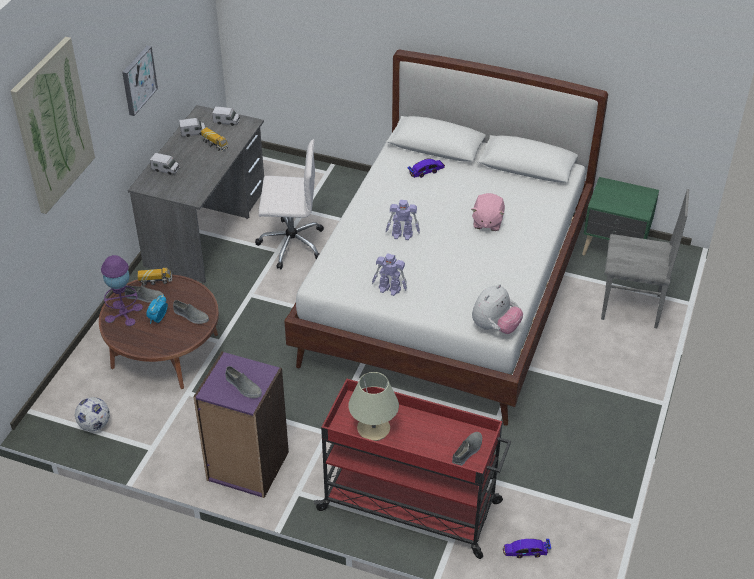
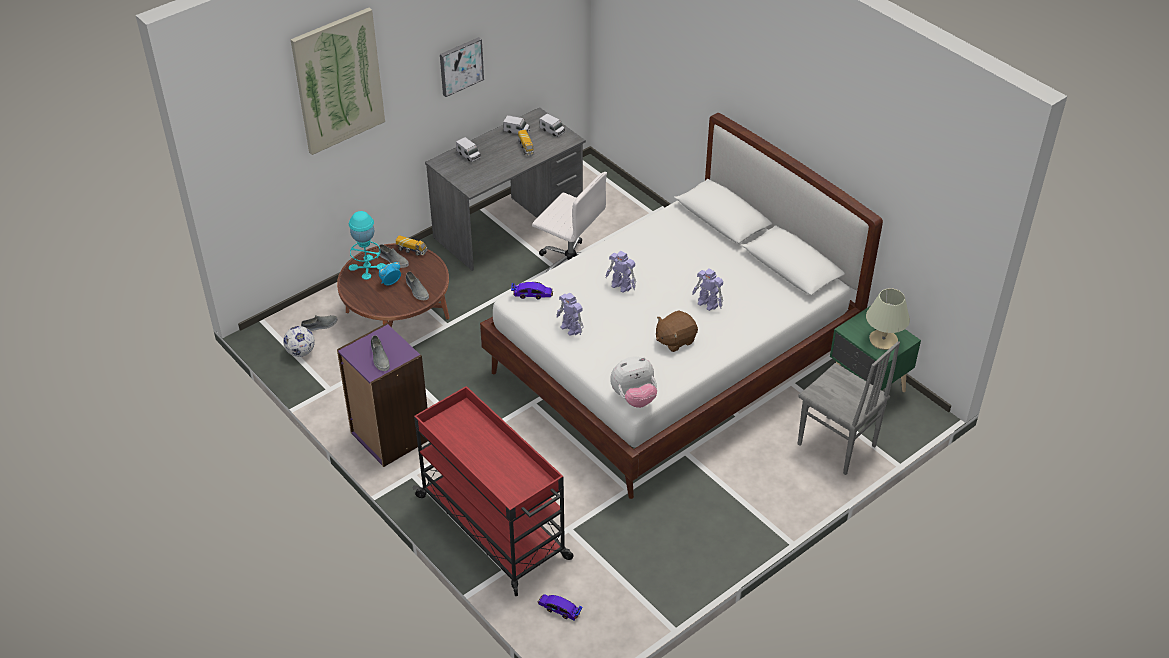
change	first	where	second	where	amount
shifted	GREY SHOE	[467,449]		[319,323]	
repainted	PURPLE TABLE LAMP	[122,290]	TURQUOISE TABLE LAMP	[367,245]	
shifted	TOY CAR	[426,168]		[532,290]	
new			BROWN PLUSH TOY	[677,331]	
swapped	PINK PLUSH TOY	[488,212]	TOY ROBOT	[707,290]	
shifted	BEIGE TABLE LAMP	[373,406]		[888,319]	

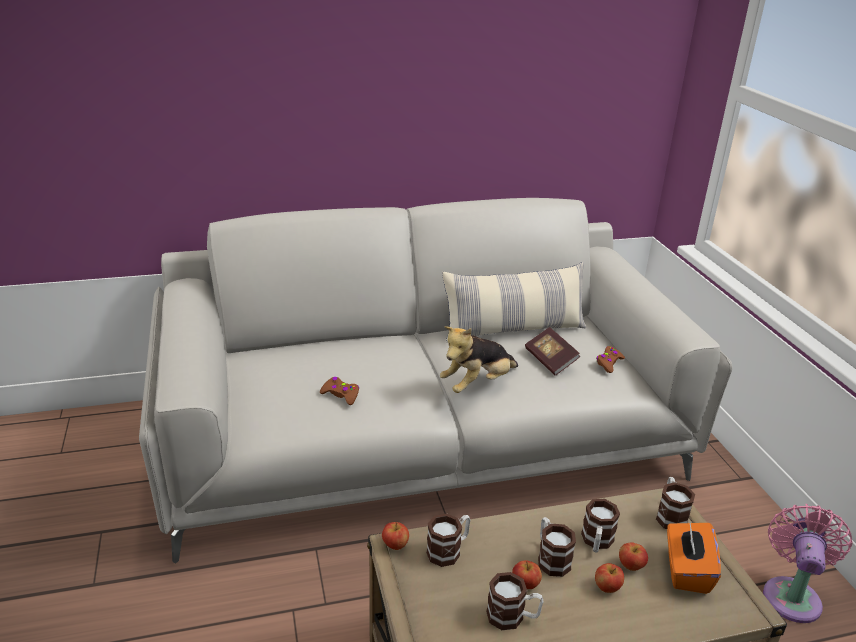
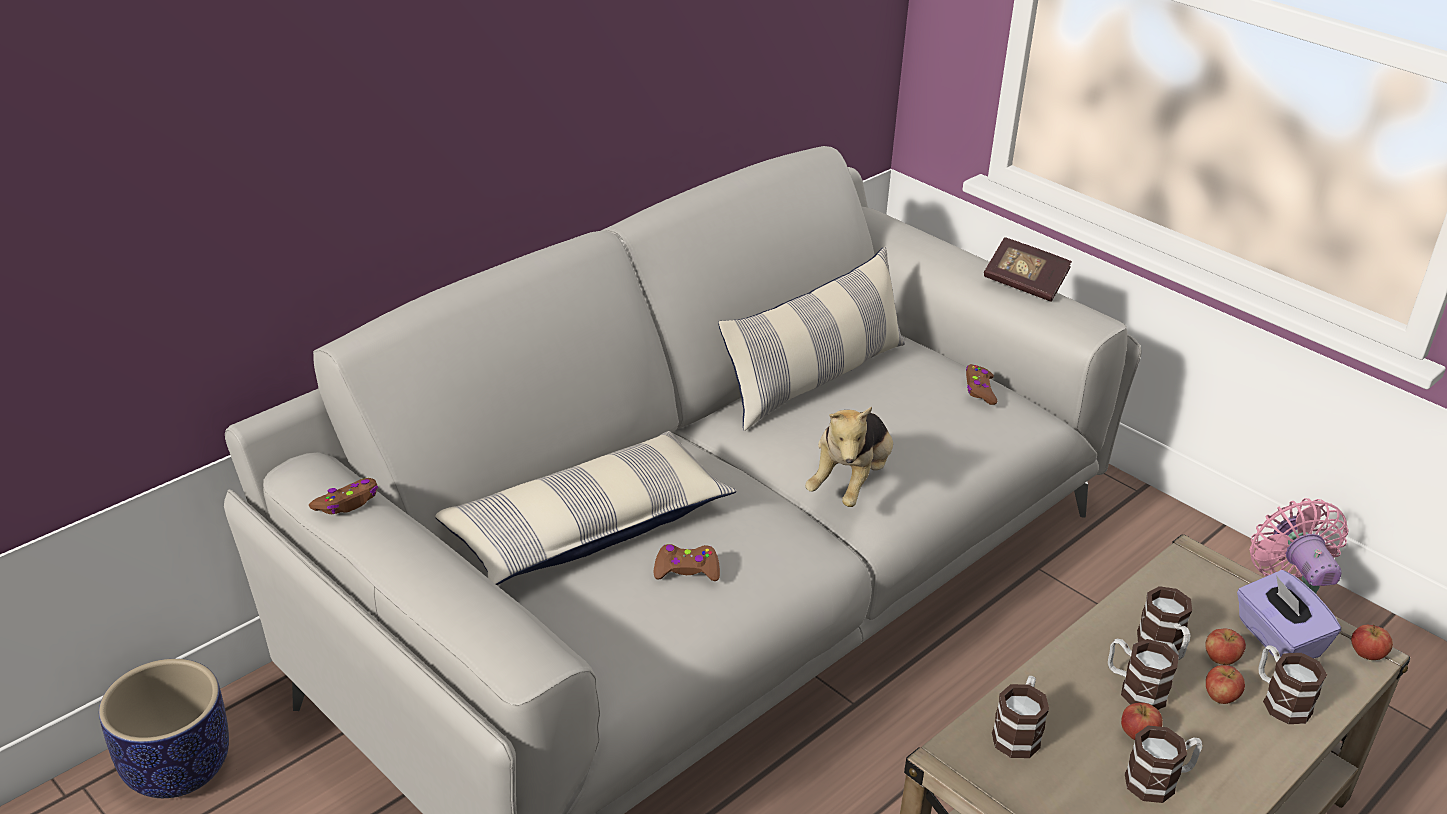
change	first	where	second	where	amount
new			PLANTER	[164,728]	
new			BROWN GAME CONTROLLER	[343,496]	
new			PILLOW	[586,508]	
shifted	BOOK	[552,351]		[1028,269]	
repainted	ORANGE TISSUE BOX	[694,558]	PURPLE TISSUE BOX	[1289,614]	
shifted	MUG	[675,503]		[1292,684]	
shifted	APPLE	[395,536]		[1372,642]	

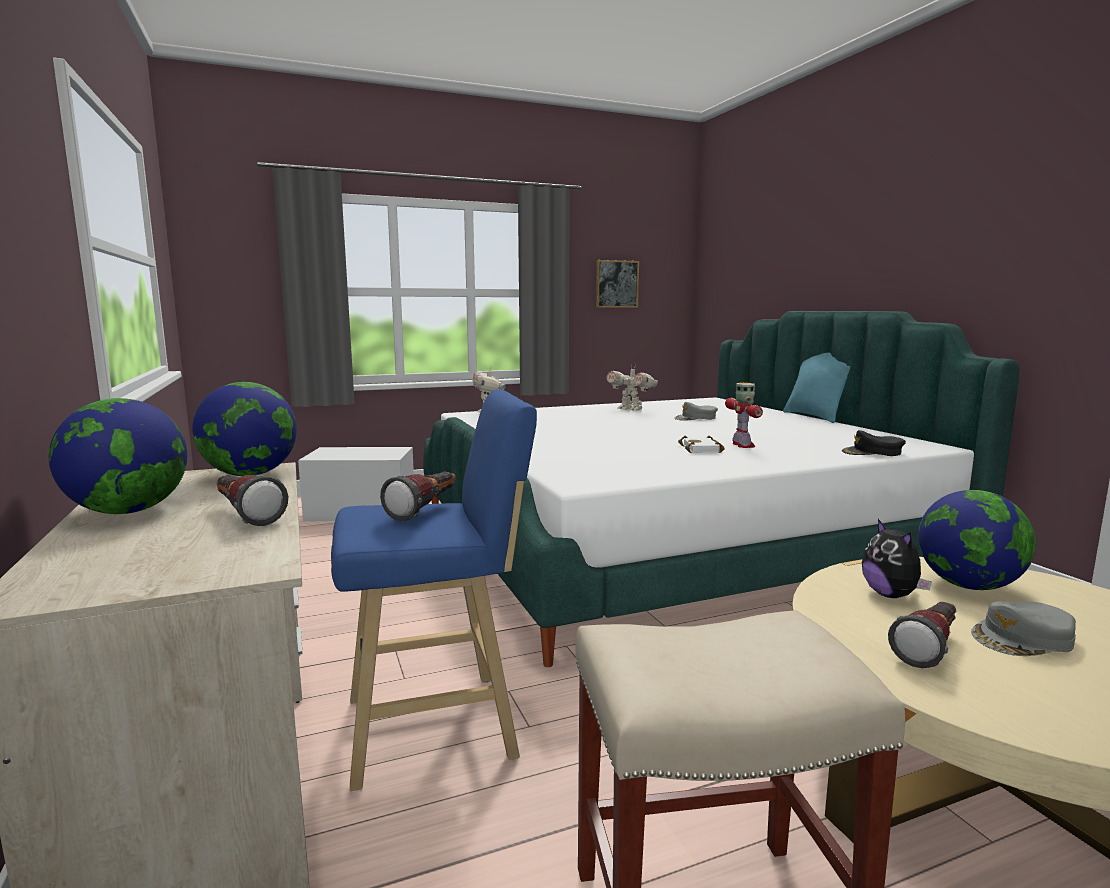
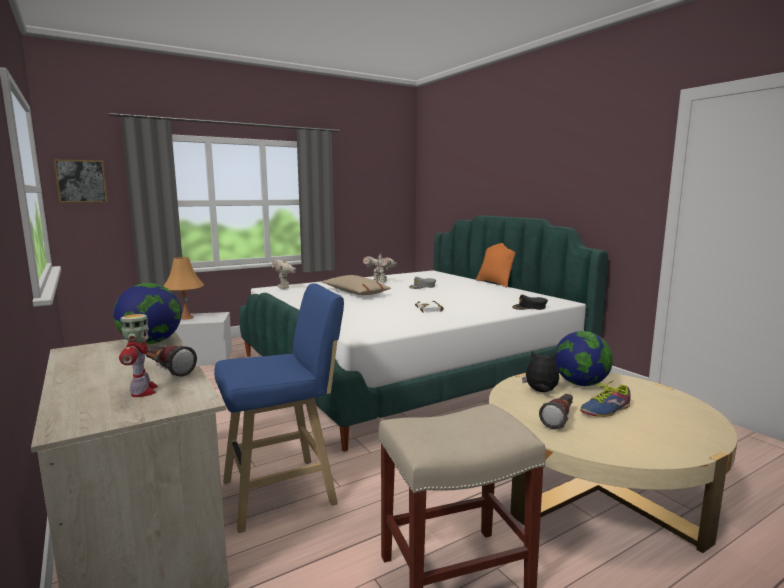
change	first	where	second	where	amount
shifted	PICTURE	[617,284]		[81,181]	
shifted	TOY ROBOT	[744,415]		[138,355]	
new			ORANGE TABLE LAMP	[184,288]	
new			BEIGE PILLOW	[356,285]	
repainted	TURQUOISE PILLOW	[816,388]	ORANGE PILLOW	[495,265]	
rotated	PLUSH TOY	[897,558]		[540,371]	135 degrees clockwise
swapped	GREY CAP	[1023,628]	SHOE	[605,398]	
gone	GLOBE	[118,456]			
gone	FLASHLIGHT	[418,496]			

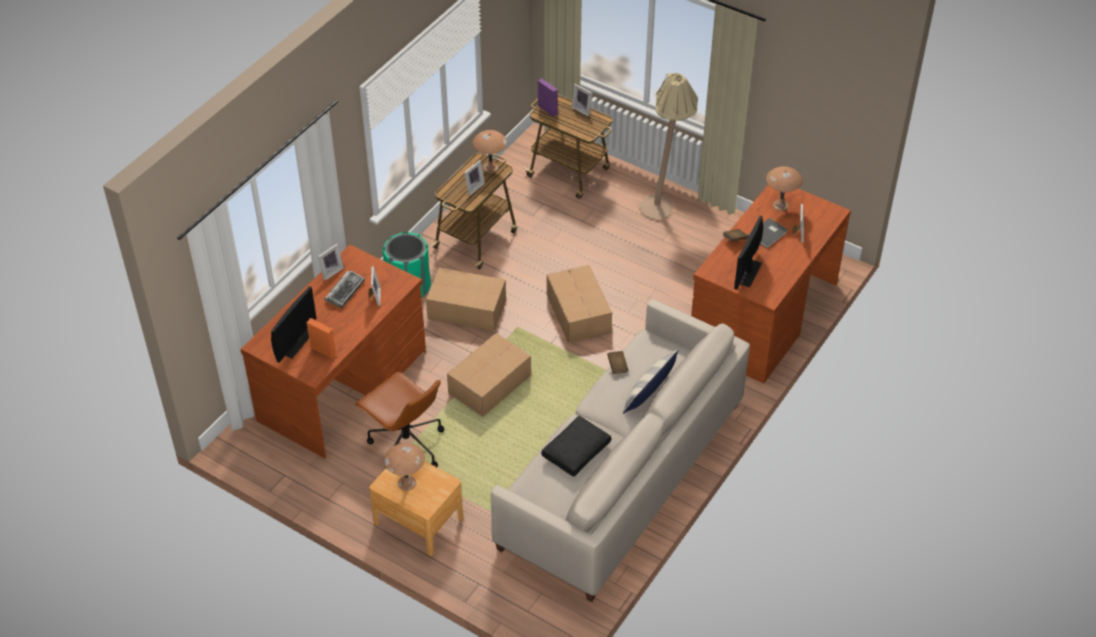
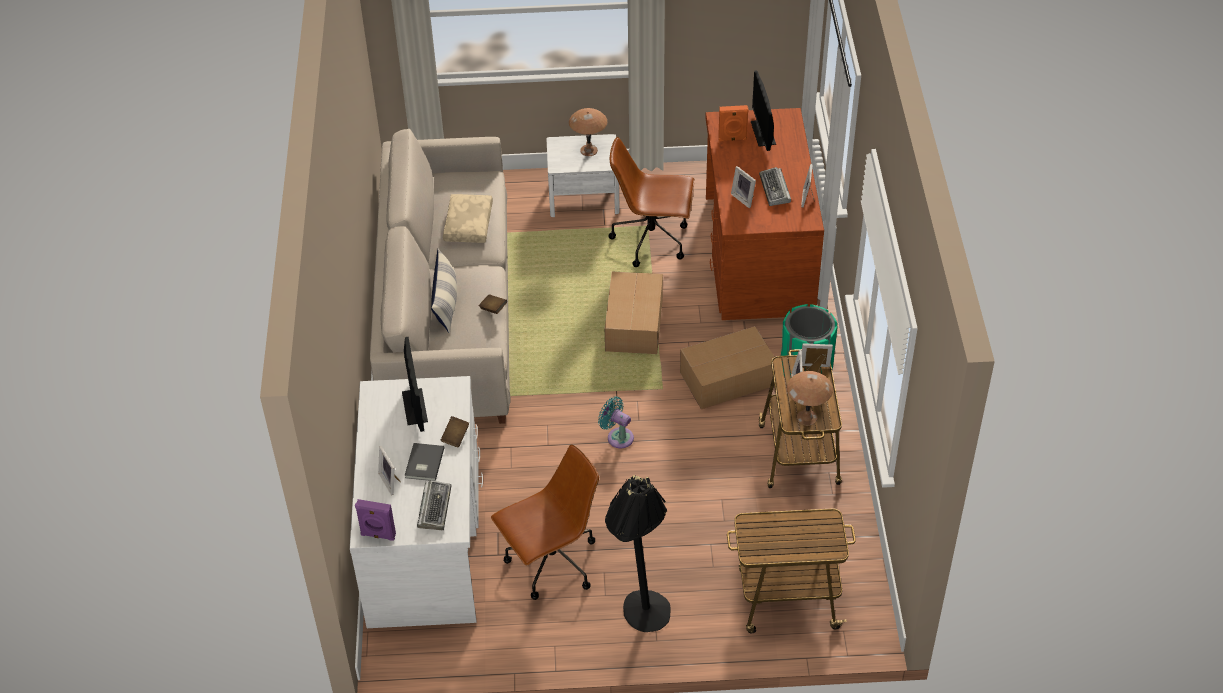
change	first	where	second	where	amount
repainted	BROWN DESK	[771,284]	WHITE DESK	[416,502]	
shifted	PURPLE SPEAKER	[548,97]		[375,520]	
swapped	BROWN TABLE LAMP	[784,188]	KEYBOARD	[434,505]	
repainted	BLACK PILLOW	[576,446]	BEIGE PILLOW	[468,218]	
new			BROWN OFFICE CHAIR	[545,522]	
repainted	BROWN NIGHTSTAND	[416,508]	WHITE NIGHTSTAND	[583,175]	
swapped	CARDBOARD BOX	[579,304]	TURQUOISE FAN	[616,422]	
repainted	BEIGE FLOOR LAMP	[668,146]	BLACK FLOOR LAMP	[638,553]	
shifted	PICTURE FRAME	[582,100]		[817,357]	

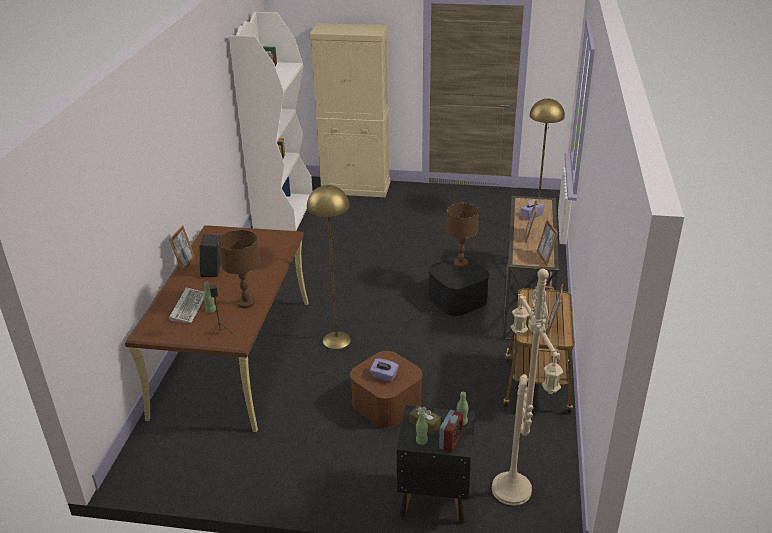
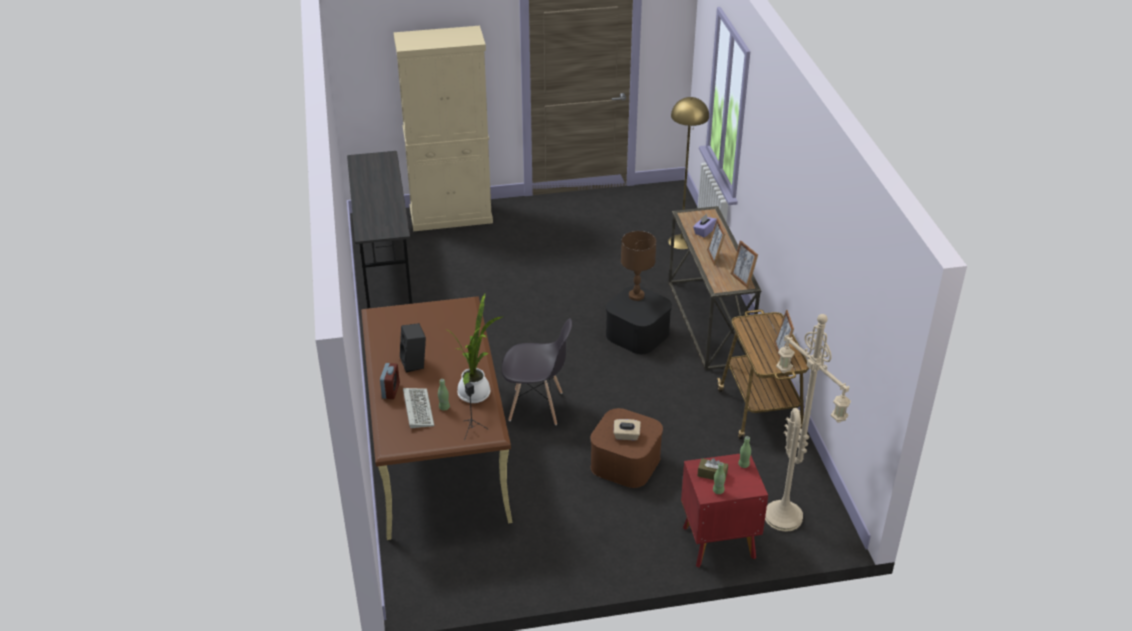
change	first	where	second	where	amount
swapped	WHITE BOOKCASE	[271,121]	GREY DESK	[379,230]	
shifted	ALARM CLOCK	[451,431]		[390,381]	
swapped	BROWN TABLE LAMP	[239,269]	POTTED PLANT	[476,348]	
swapped	YELLOW FLOOR LAMP	[329,267]	GREY CHAIR	[536,371]	
repainted	PURPLE TISSUE BOX	[384,370]	BEIGE TISSUE BOX	[627,429]	
repainted	BLACK NIGHTSTAND	[435,464]	RED NIGHTSTAND	[724,511]	
gone	PICTURE FRAME	[182,248]			

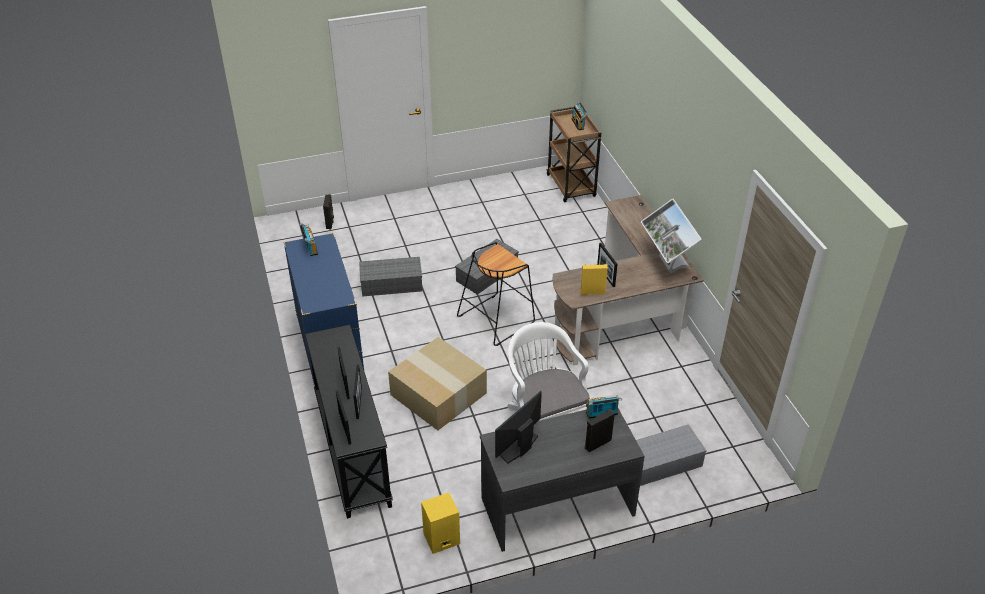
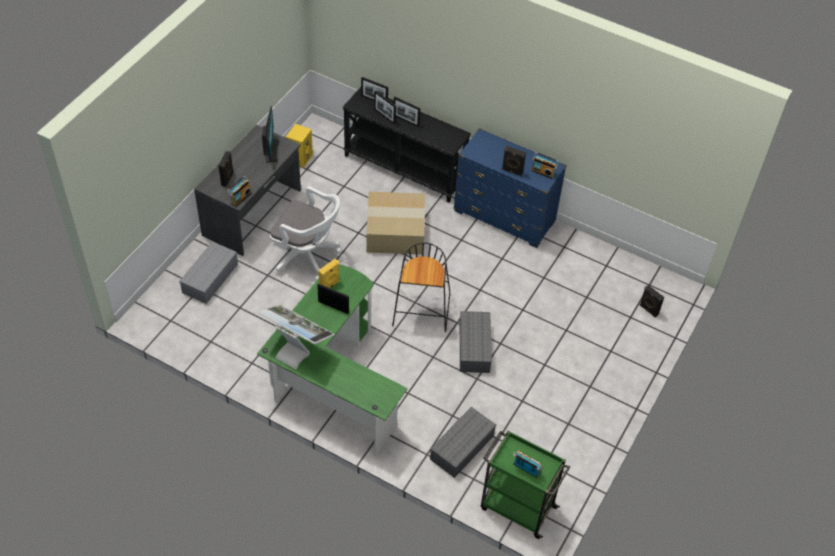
change	first	where	second	where	amount
repainted	BROWN DESK	[628,280]	GREEN DESK	[332,360]	
shifted	GREY STORAGE BOX	[391,277]		[463,442]	
repainted	BROWN CART	[573,154]	GREEN CART	[525,484]	
new			BLACK SPEAKER	[514,161]	

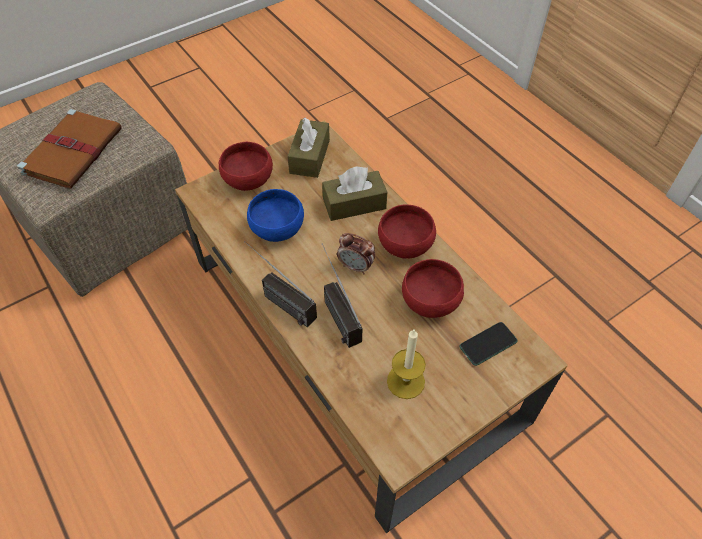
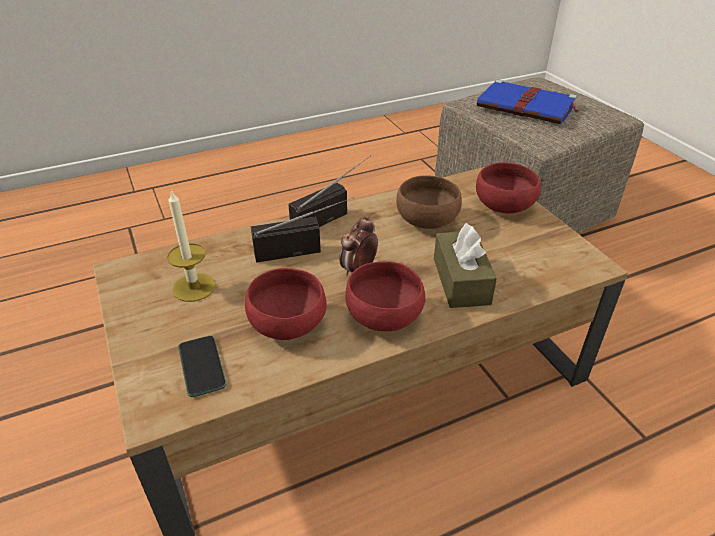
change	first	where	second	where	amount
repainted	BLUE BOWL	[275,215]	BROWN BOWL	[429,202]	
repainted	BROWN BOOK	[69,148]	BLUE BOOK	[528,101]	
gone	BROWN TISSUE BOX	[308,148]			

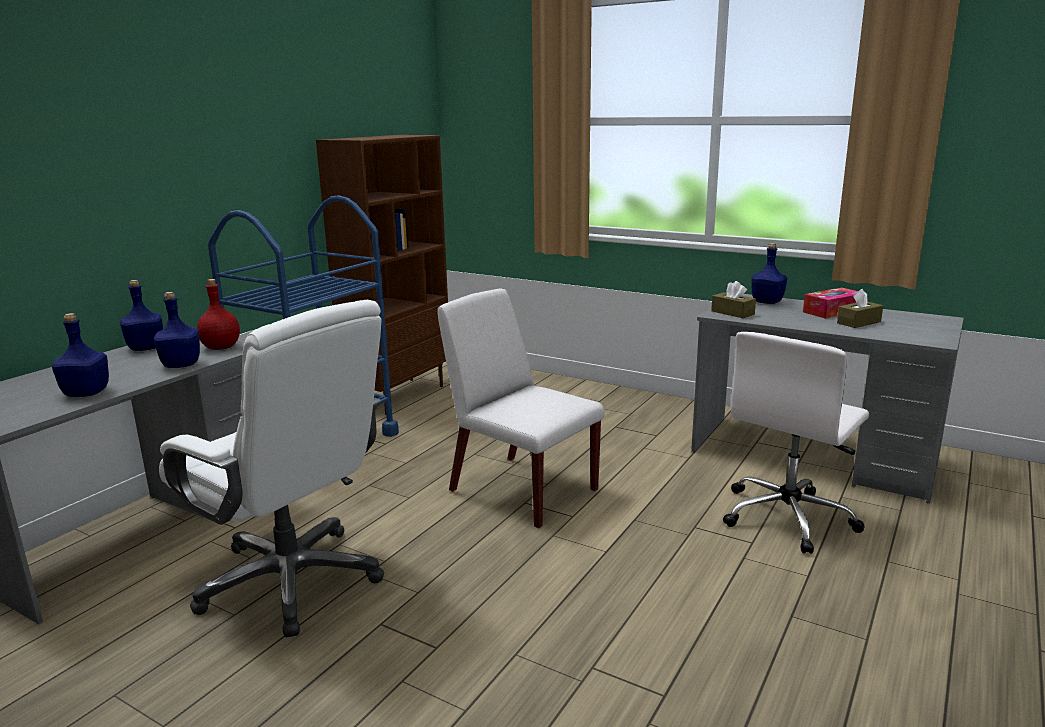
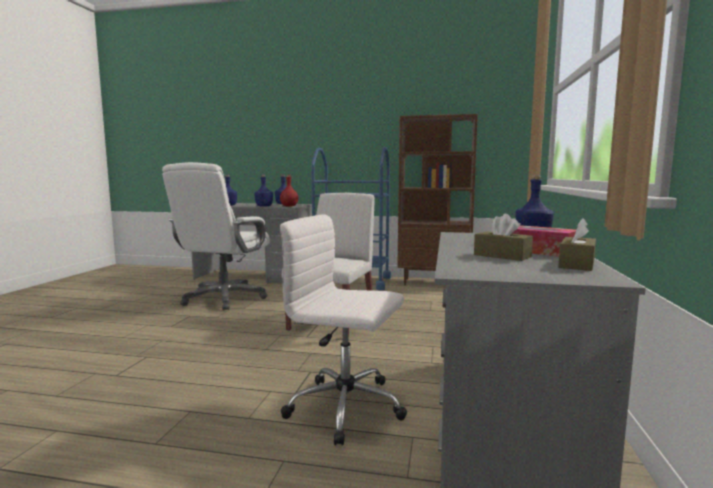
change	first	where	second	where	amount
shifted	BROWN TISSUE BOX	[733,299]		[577,244]	

